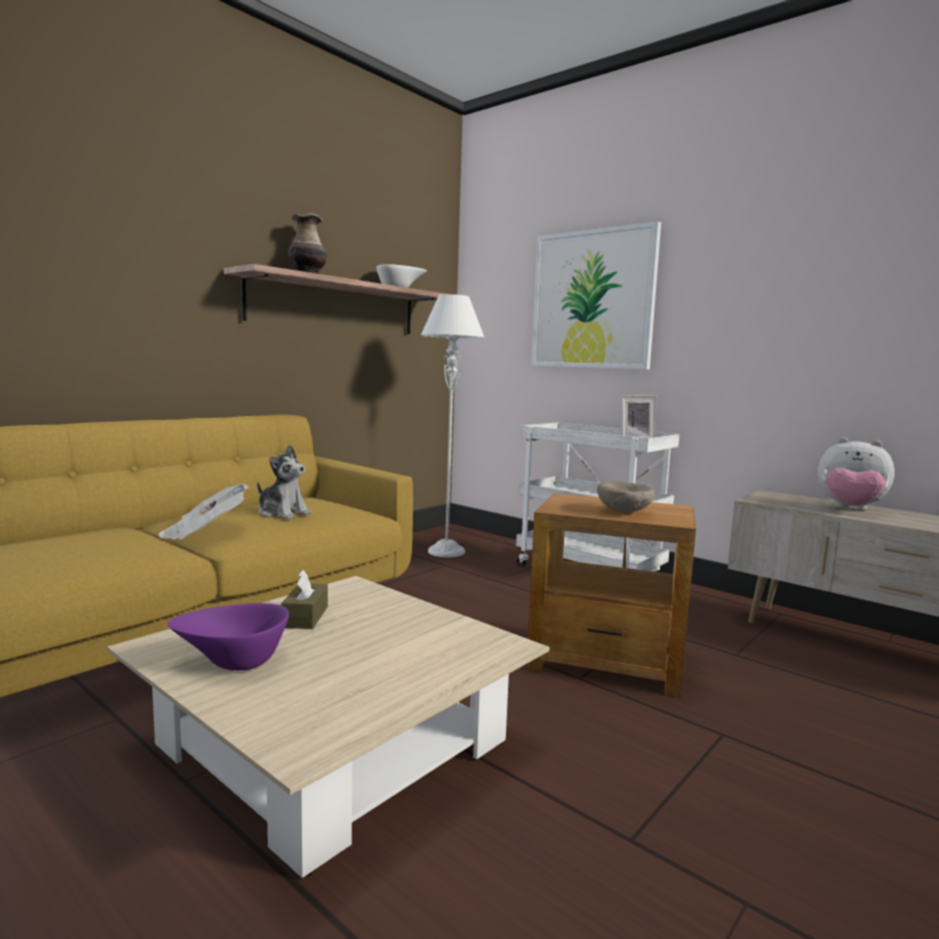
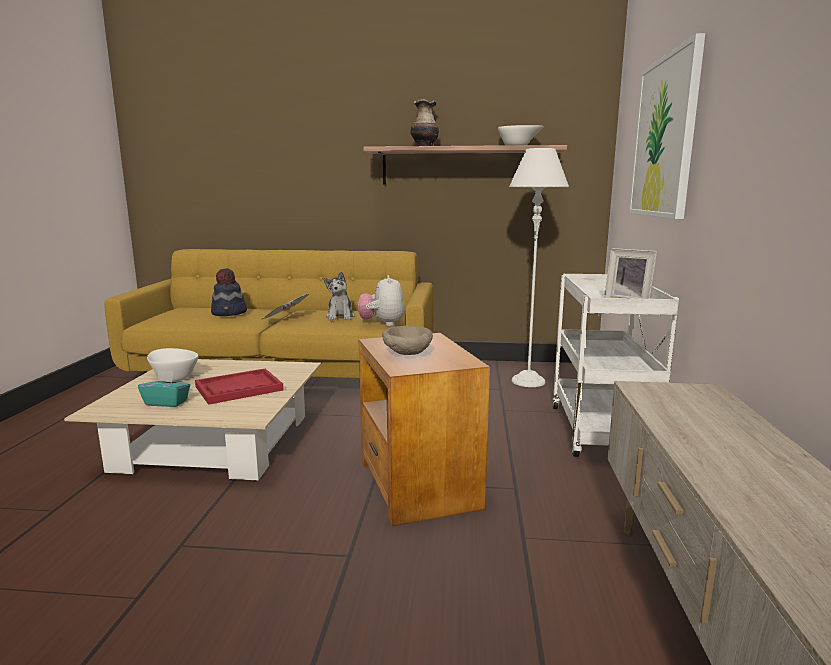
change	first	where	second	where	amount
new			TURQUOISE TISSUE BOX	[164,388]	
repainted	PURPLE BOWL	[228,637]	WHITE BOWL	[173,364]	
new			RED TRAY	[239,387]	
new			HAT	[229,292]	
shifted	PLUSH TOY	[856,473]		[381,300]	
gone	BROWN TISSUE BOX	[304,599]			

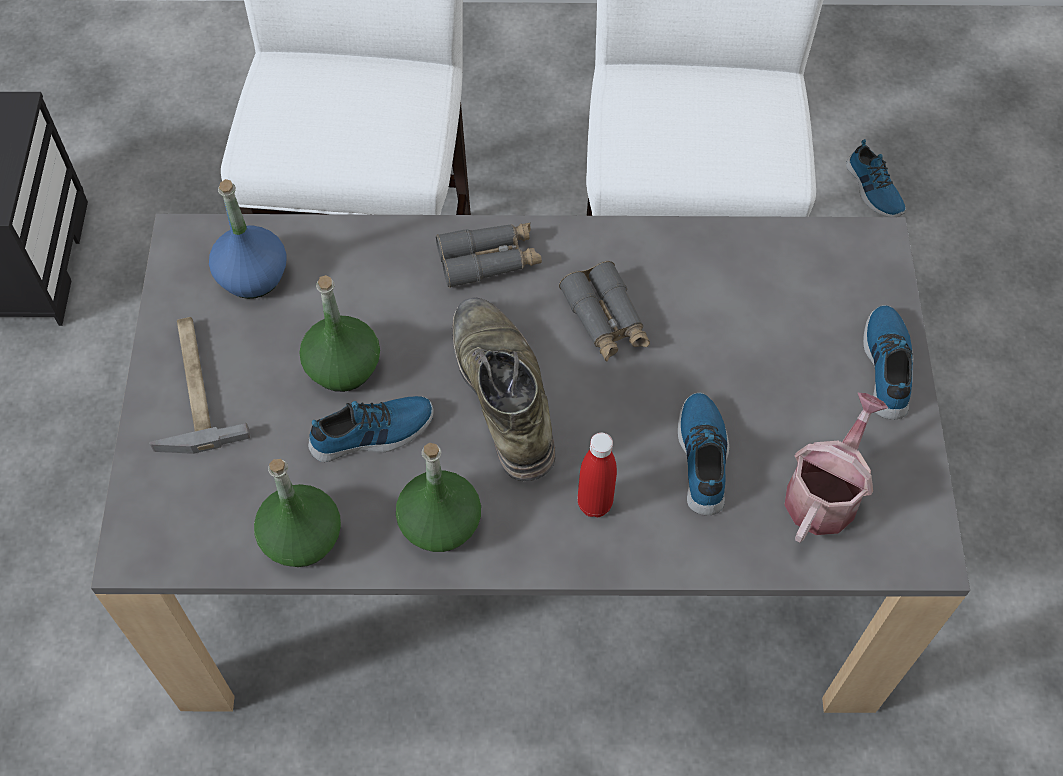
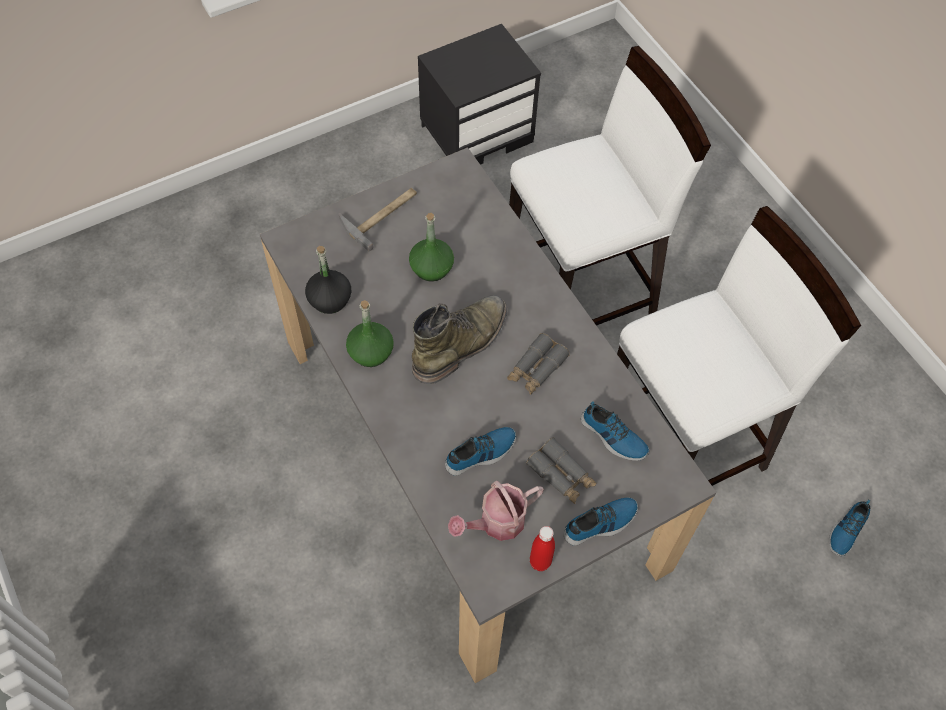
change	first	where	second	where	amount
repainted	GREEN BOTTLE	[297,513]	BLACK BOTTLE	[328,280]	
rotated	WATERING CAN	[836,468]		[496,511]	150 degrees clockwise
shifted	GREY BINOCULARS	[489,255]		[561,470]	
shifted	RED BOTTLE	[597,475]		[542,548]	
shifted	SHOE	[371,429]		[615,431]	
gone	BLUE BOTTLE	[248,239]			

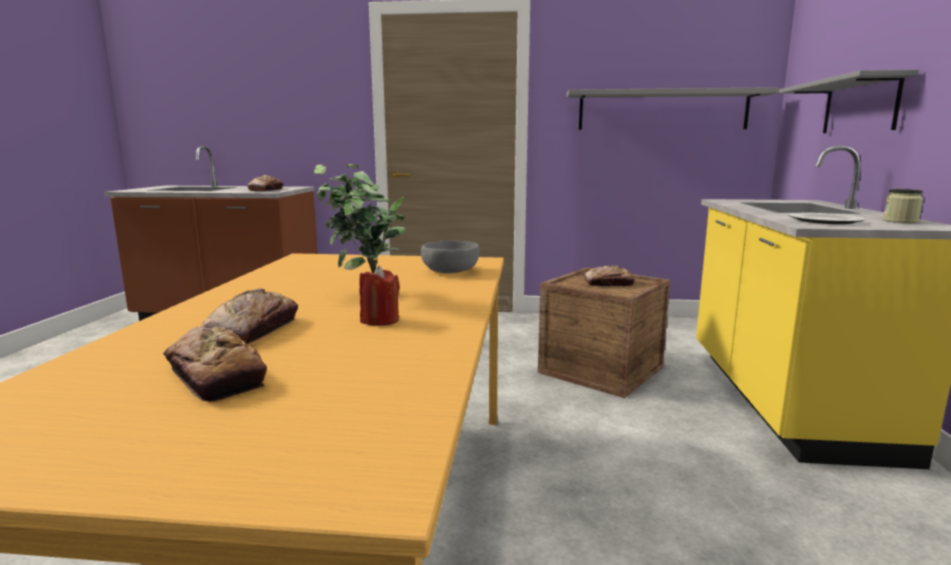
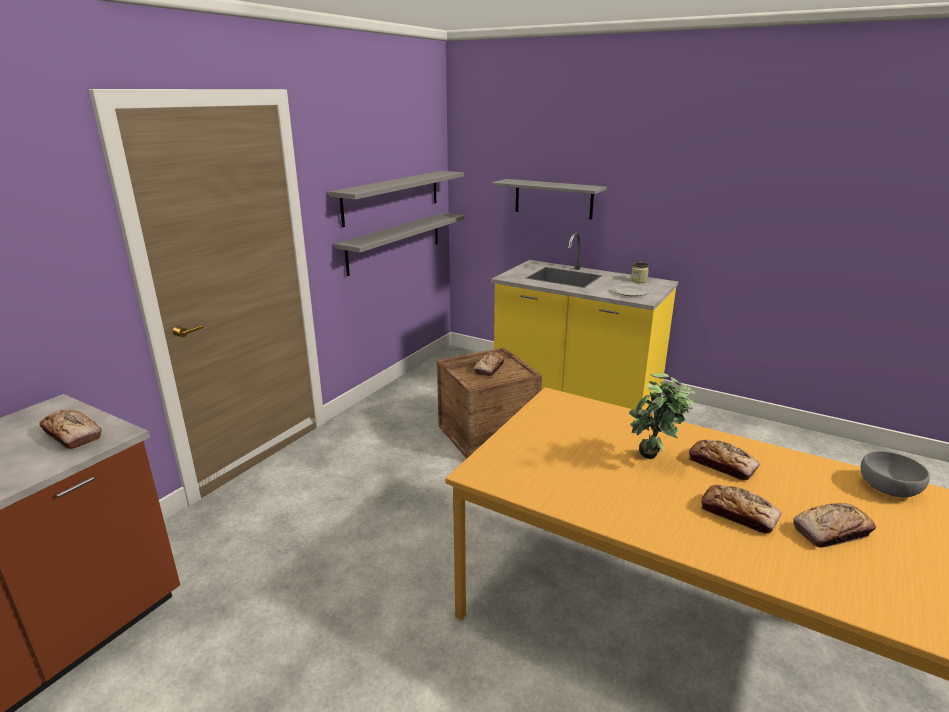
change	first	where	second	where	amount
new			GREY SHELF	[400,244]	
swapped	RED CANDLE	[379,296]	BREAD	[724,460]	
shifted	GREY BOWL	[450,256]		[895,474]	

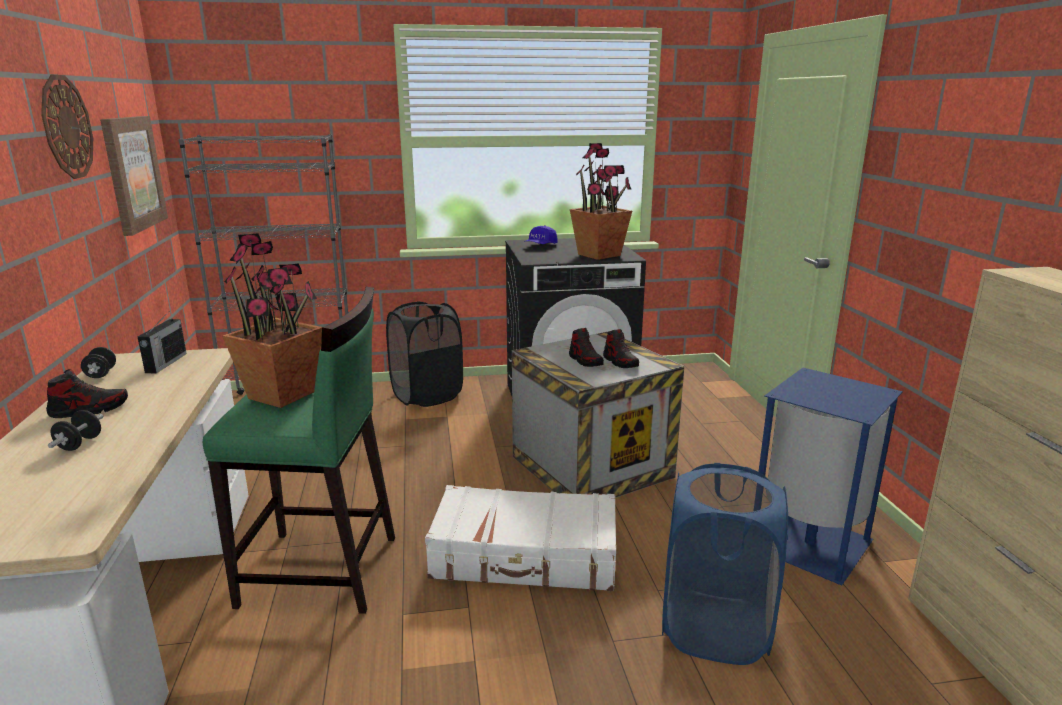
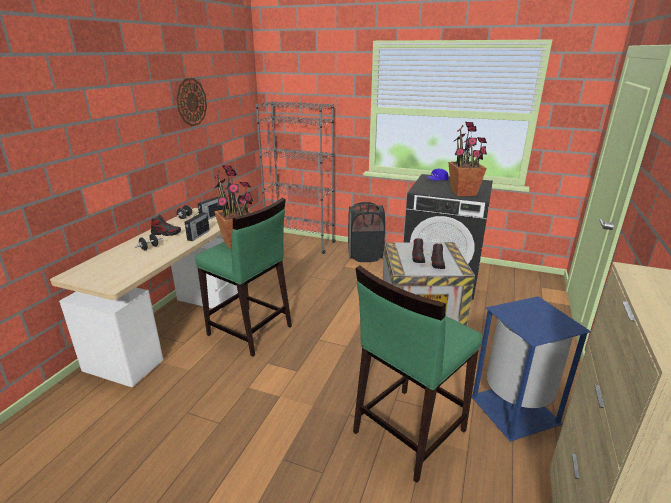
change	first	where	second	where	amount
new			RADIO	[197,226]	
swapped	BLUE LAUNDRY BASKET	[725,564]	GREEN STOOL	[417,374]	
gone	PICTURE	[134,176]			
gone	WHITE SUITCASE	[520,538]			

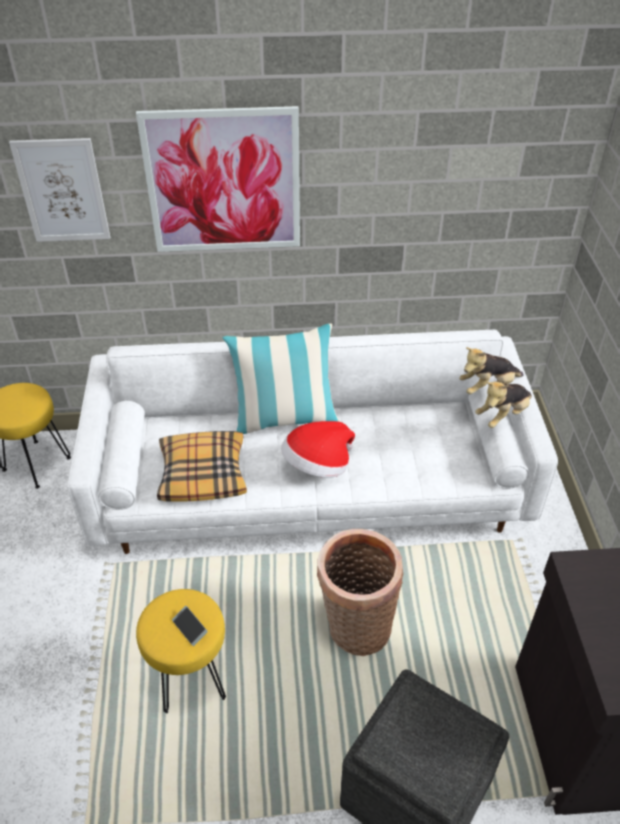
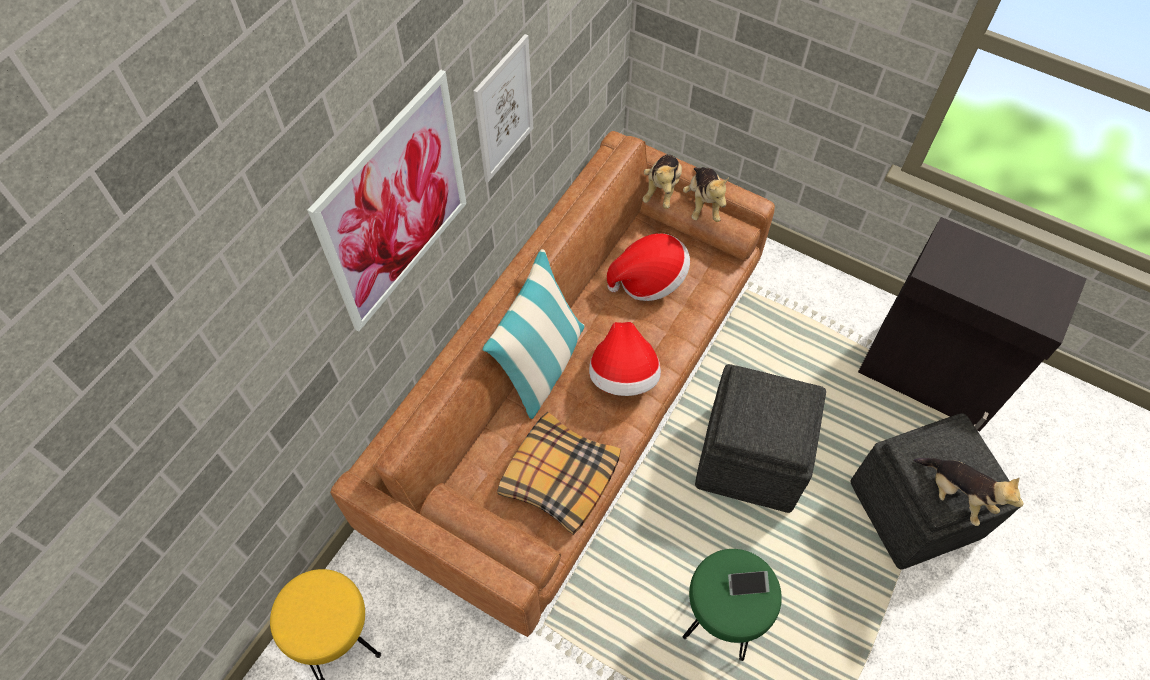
change	first	where	second	where	amount
repainted	WHITE SOFA	[313,442]	BROWN SOFA	[552,384]	
shifted	PICTURE	[59,190]		[503,108]	
new			HAT	[648,267]	
repainted	YELLOW STOOL	[181,651]	GREEN STOOL	[732,605]	
swapped	BASKET	[360,592]	GREY OTTOMAN	[760,438]	
new			PLUSH TOY	[969,492]	

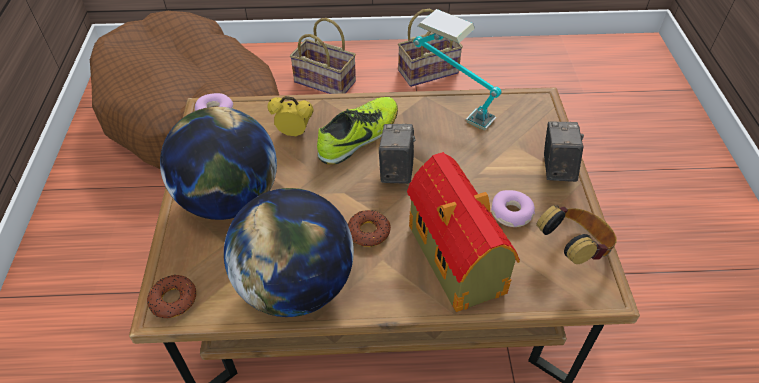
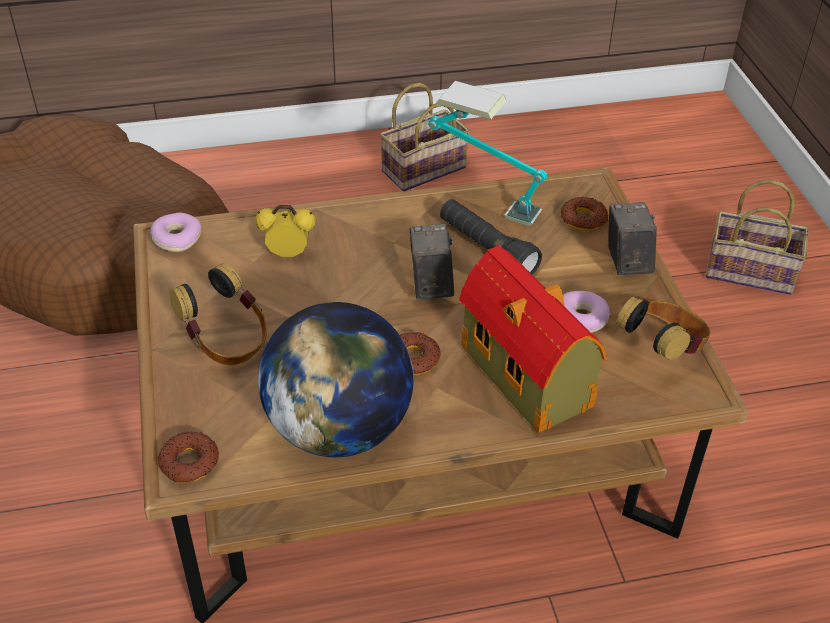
change	first	where	second	where	amount
swapped	GLOBE	[218,163]	HEADPHONES	[218,314]	
new			BLACK FLASHLIGHT	[491,237]	
new			DONUT	[584,214]	
shifted	BASKET	[323,56]		[757,237]	
gone	SHOE	[357,131]			

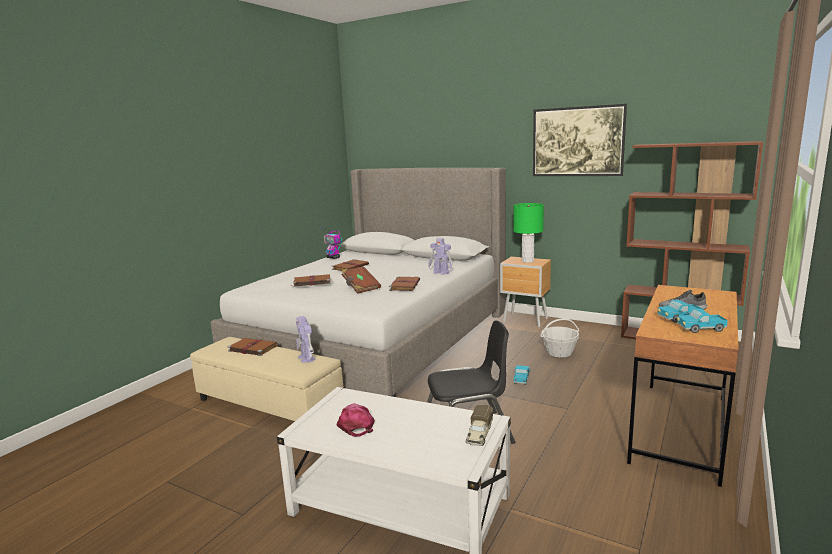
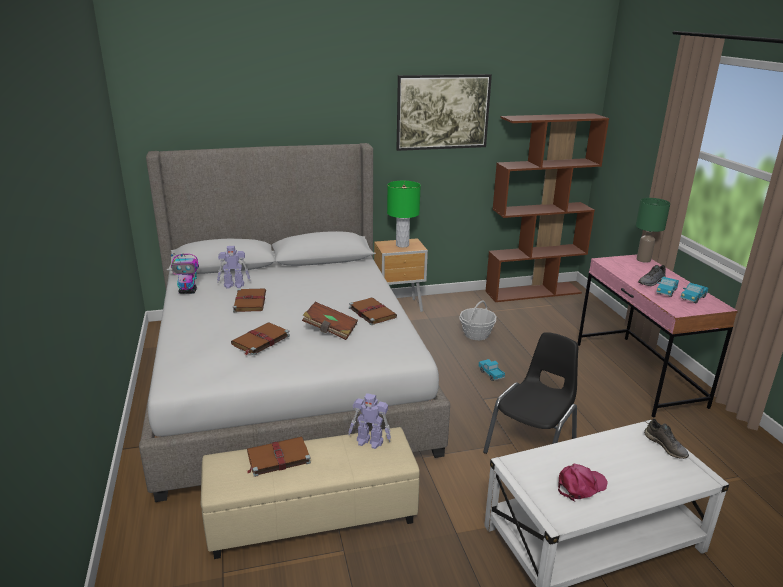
change	first	where	second	where	amount
shifted	TOY ROBOT	[440,256]		[234,267]	
rotated	PINK CAP	[356,420]		[583,482]	120 degrees clockwise
repainted	BROWN DESK	[683,386]	PINK DESK	[657,336]	
new			GREEN TABLE LAMP	[653,230]	
swapped	TOY TRUCK	[479,425]	GREY SHOE	[666,439]	

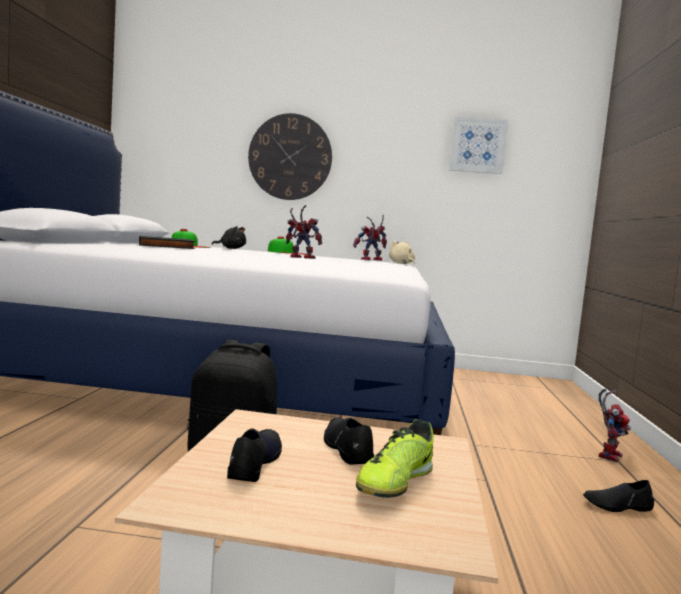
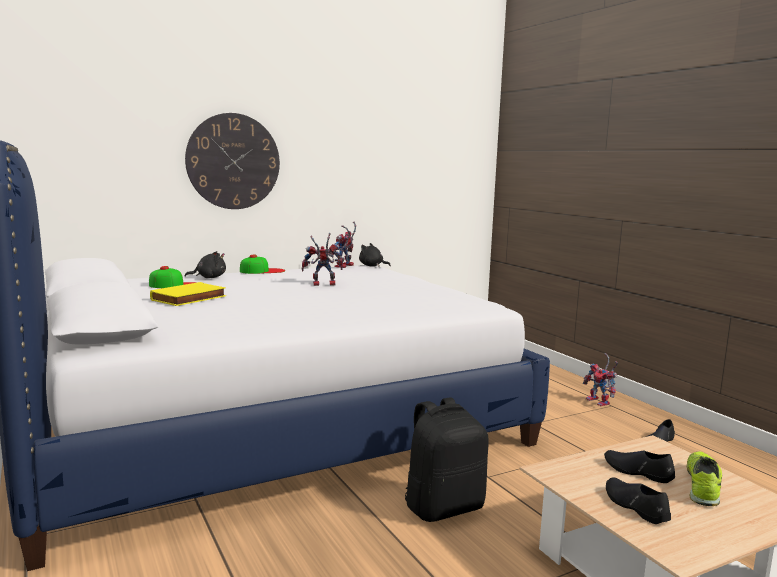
change	first	where	second	where	amount
repainted	BLACK BOOK	[167,242]	YELLOW BOOK	[188,294]	
repainted	BEIGE PLUSH TOY	[402,252]	BLACK PLUSH TOY	[375,255]	
rotated	TOY ROBOT	[615,425]		[600,379]	150 degrees clockwise
rotated	SHOE	[395,458]		[704,478]	150 degrees counterclockwise
gone	PICTURE	[478,145]			

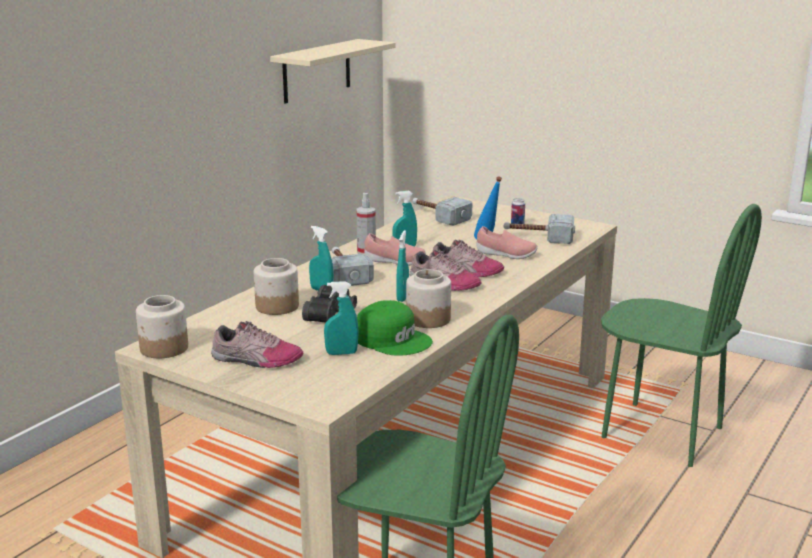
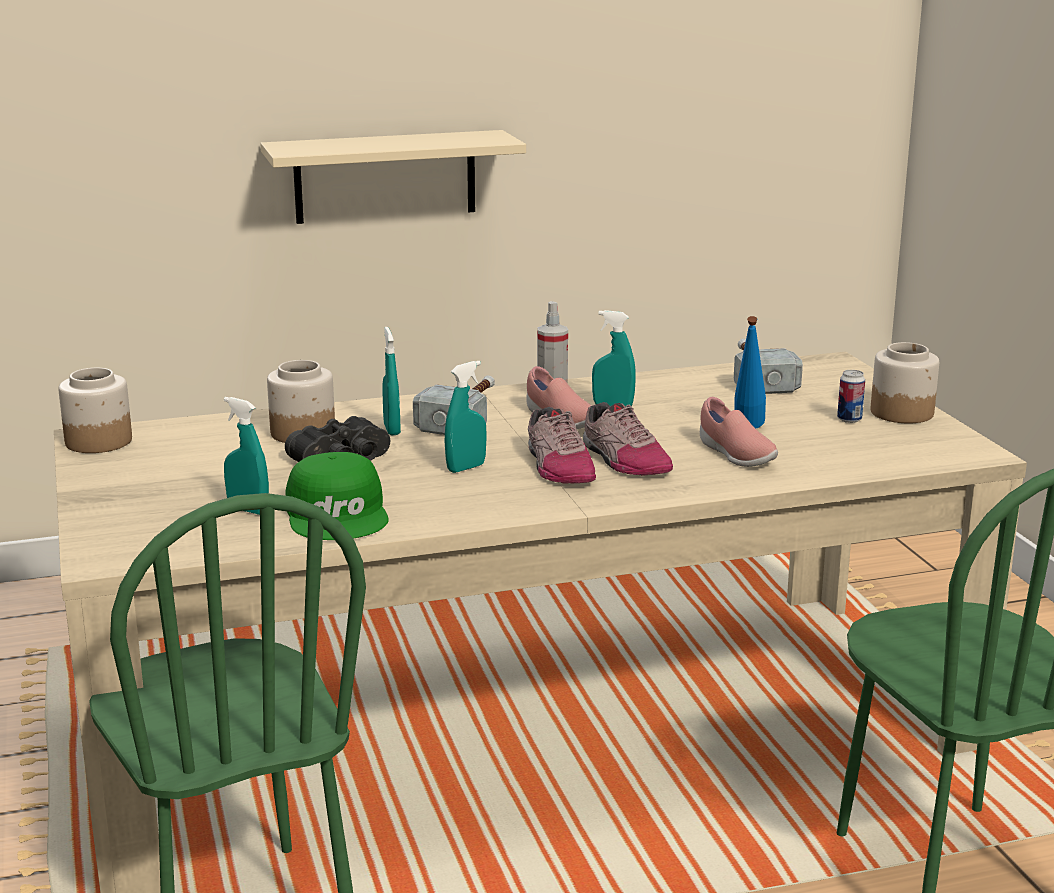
change	first	where	second	where	amount
shifted	BEIGE SHELF	[332,71]		[393,177]	
shifted	JAR	[428,298]		[905,382]	
gone	SHOE	[257,344]			
gone	HAMMER	[539,229]			

